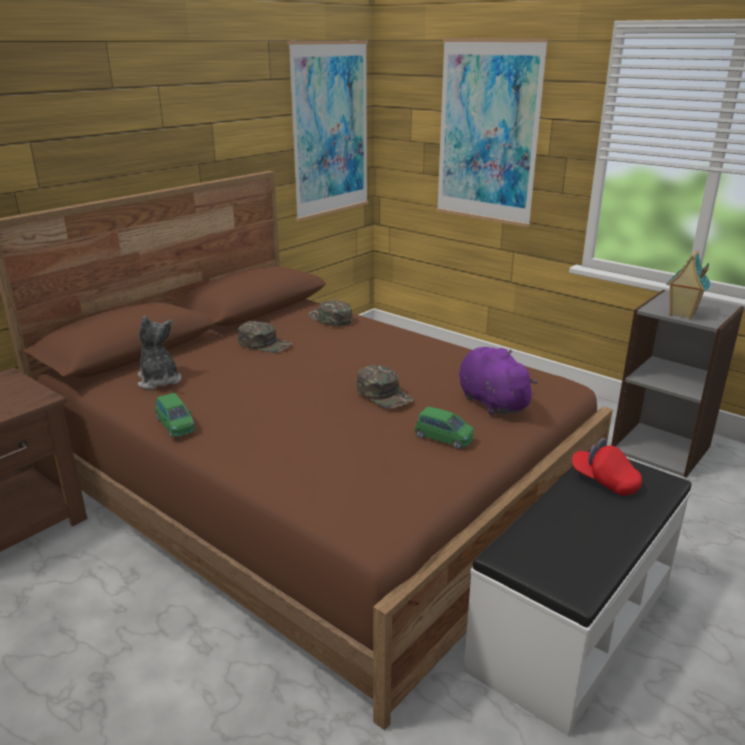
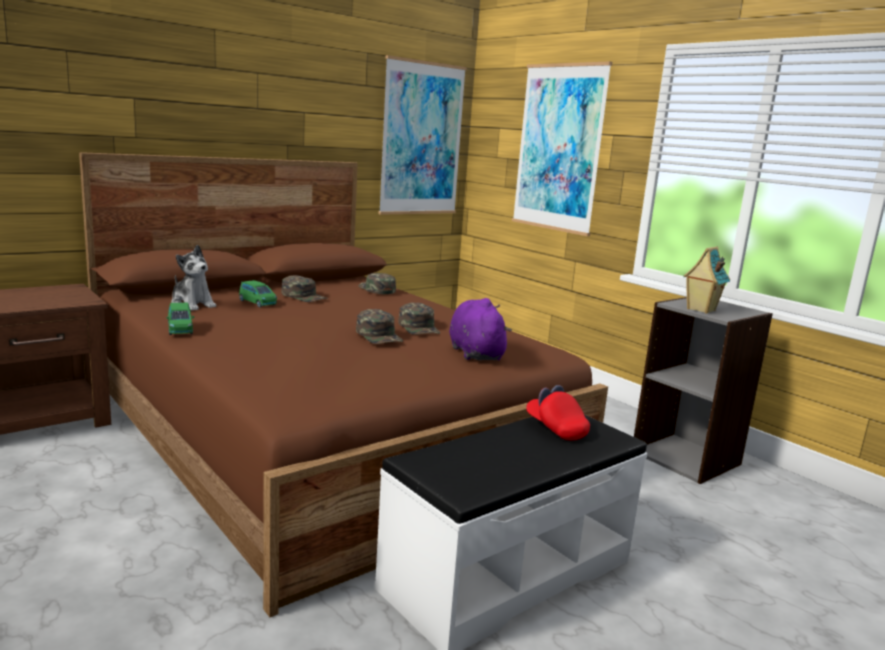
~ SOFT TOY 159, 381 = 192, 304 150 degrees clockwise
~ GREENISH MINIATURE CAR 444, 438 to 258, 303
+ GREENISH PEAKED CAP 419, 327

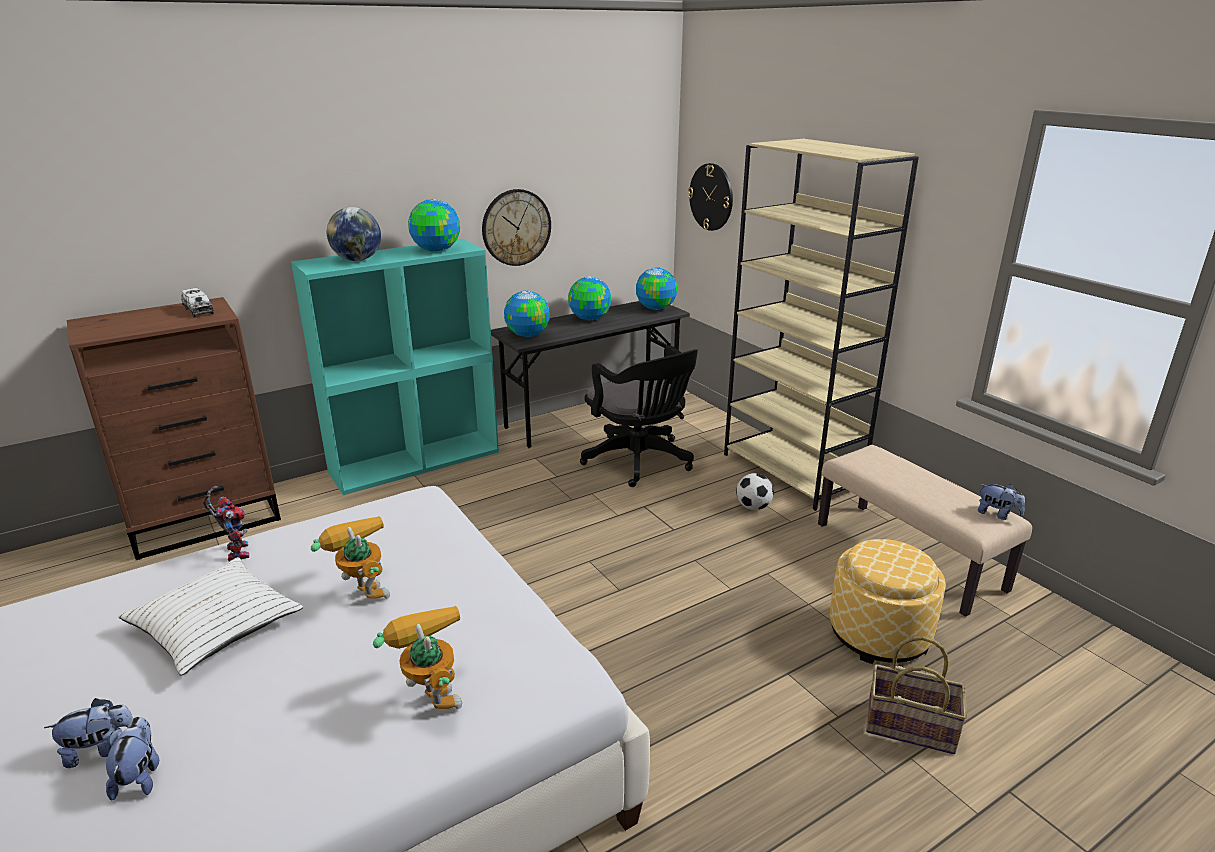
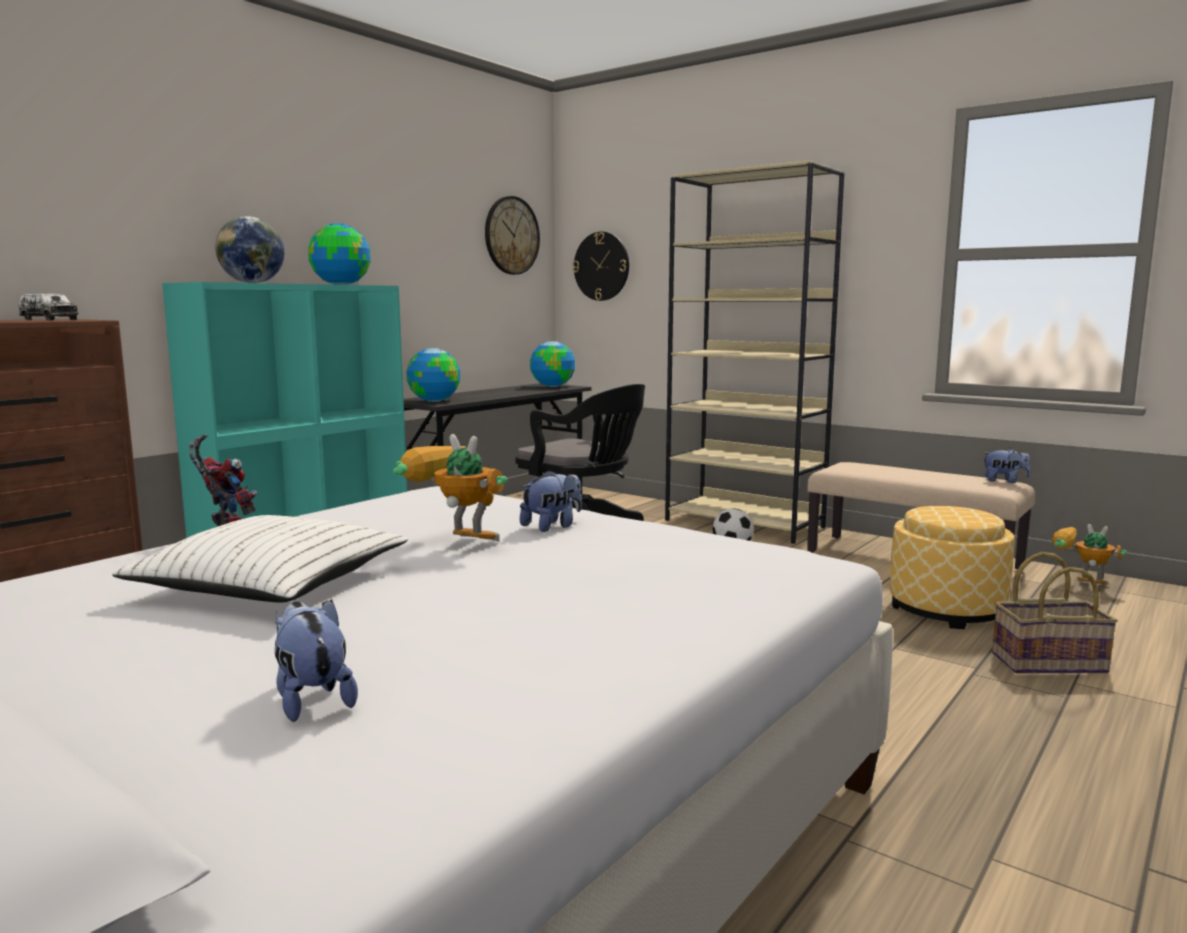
~ SOFT TOY 101, 750 to 552, 526
~ TOY ROBOT 429, 694 to 1078, 584
~ WALL CLOCK 516, 227 to 511, 235
- DESK GLOBE 590, 319

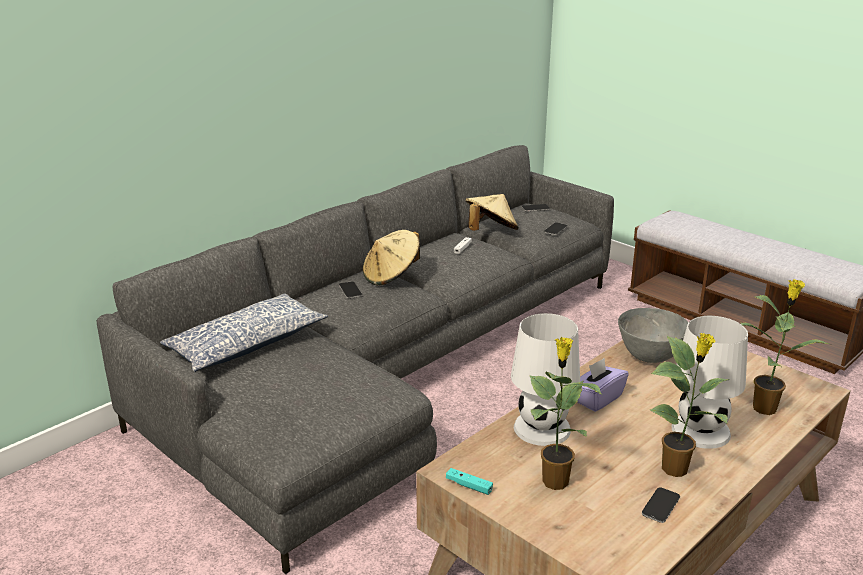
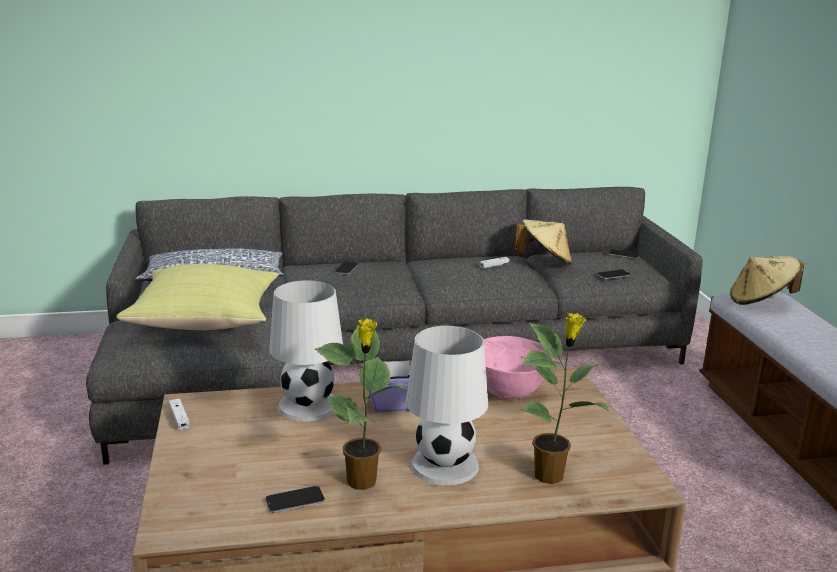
~ BEIGE-COLOURED WEARABLE HAT 391, 276 to 761, 301
~ TURQUOISE JOYPAD 469, 486 to WHITISH JOYPAD 179, 419
- HOUSEPLANT 555, 480
~ GRAY BOWL 649, 357 to PINK-COLOURED BOWL 509, 393
+ YELLOWISH CUSHION 207, 320

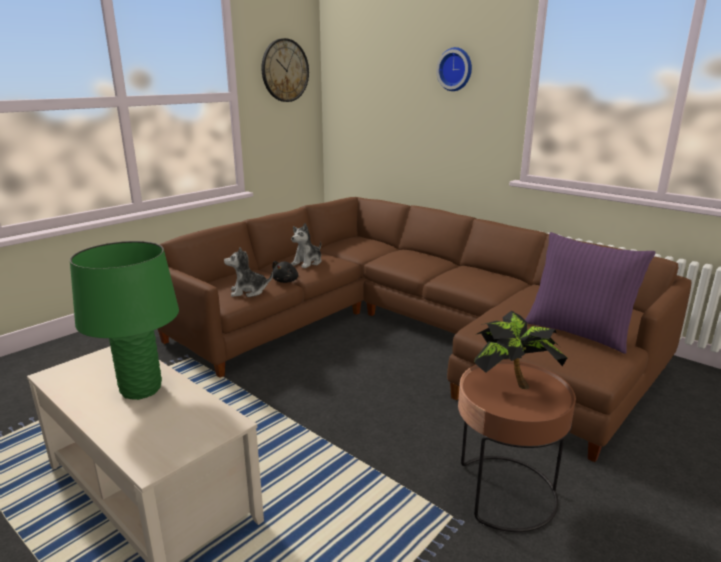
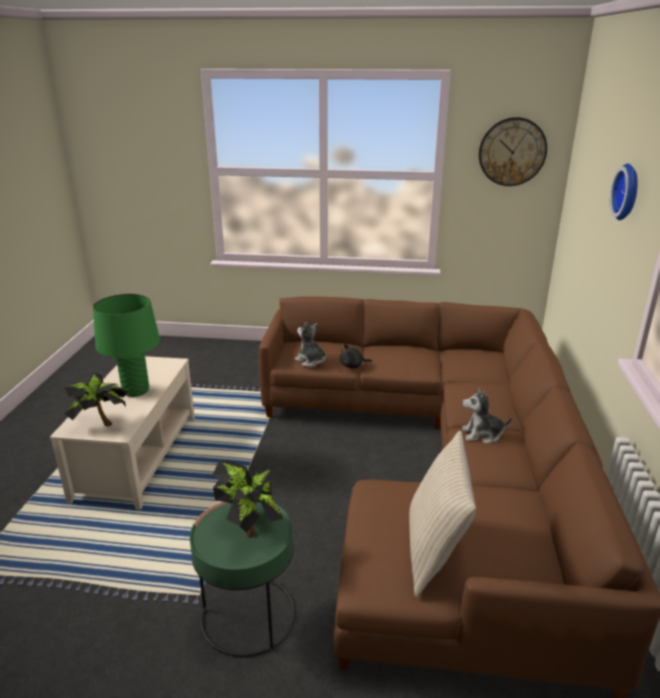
~ SOFT TOY 307, 262 to 482, 434
~ BROWN SIDE TABLE 504, 492 to GREENISH SIDE TABLE 248, 616
~ PURPLISH CUSHION 578, 332 to BEIGE-COLOURED CUSHION 435, 552
+ HOUSEPLANT 101, 423

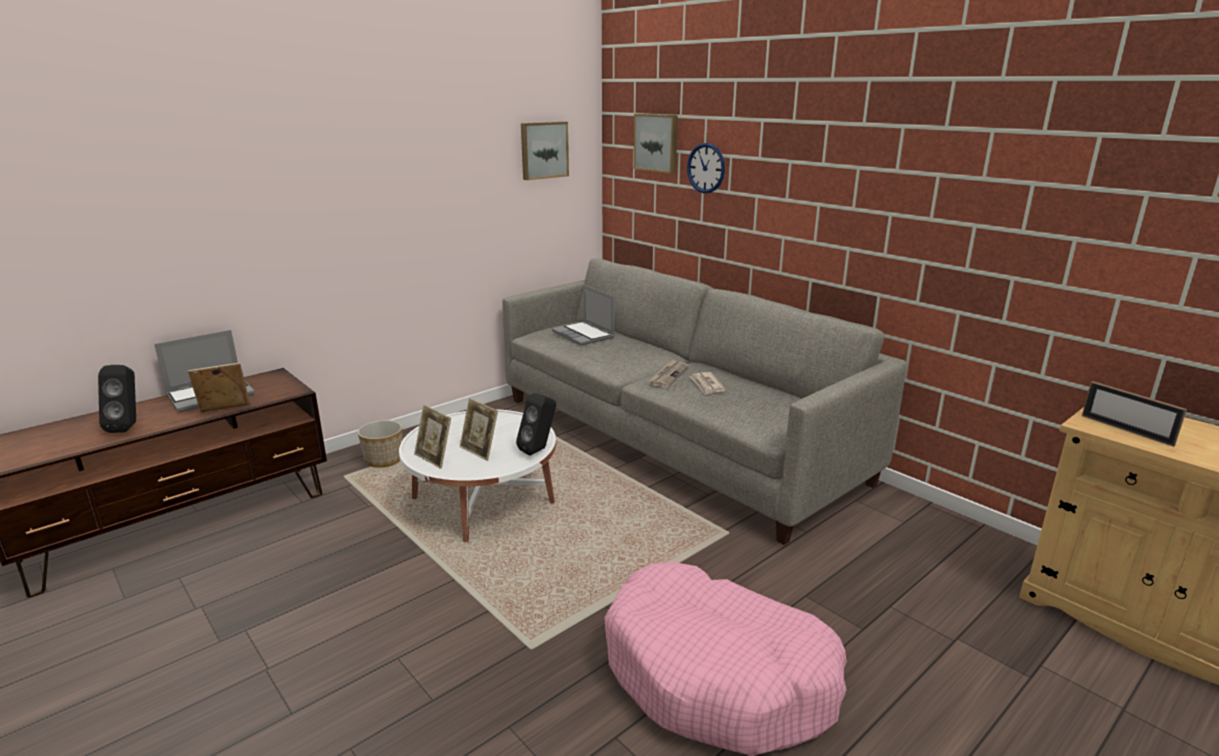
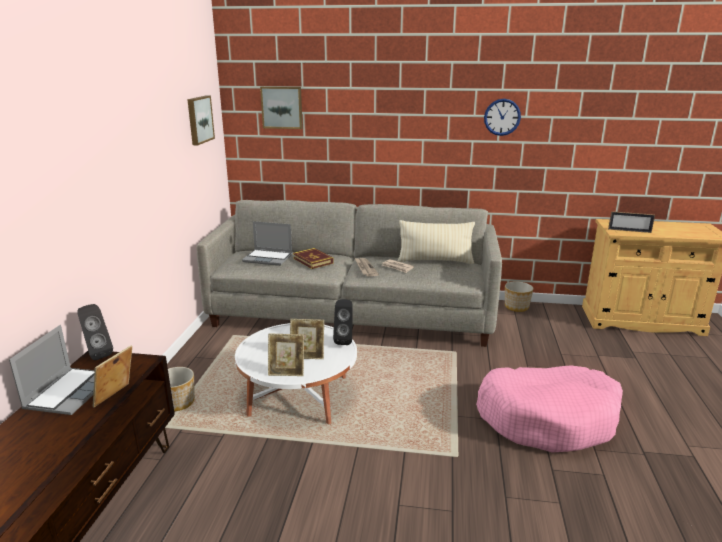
~ BLACKISH LOUDSPEAKER 129, 426 to 96, 354
~ WALL CLOCK 706, 168 to 502, 117
+ VOLUME 313, 261
+ BEIGE-COLOURED CUSHION 435, 261
+ PLANTER 516, 307

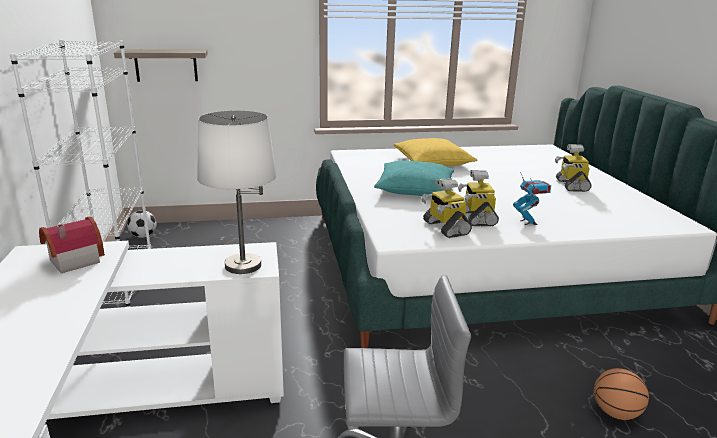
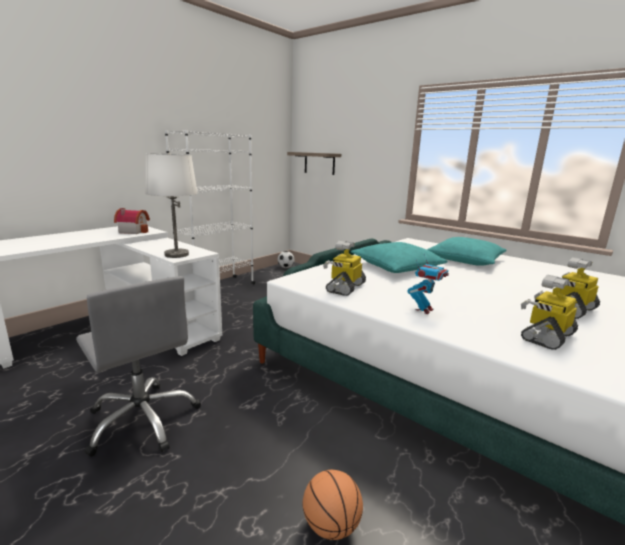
~ YELLOWISH CUSHION 432, 162 to TURQUOISE CUSHION 466, 259
~ TOY ROBOT 477, 217 to 546, 336

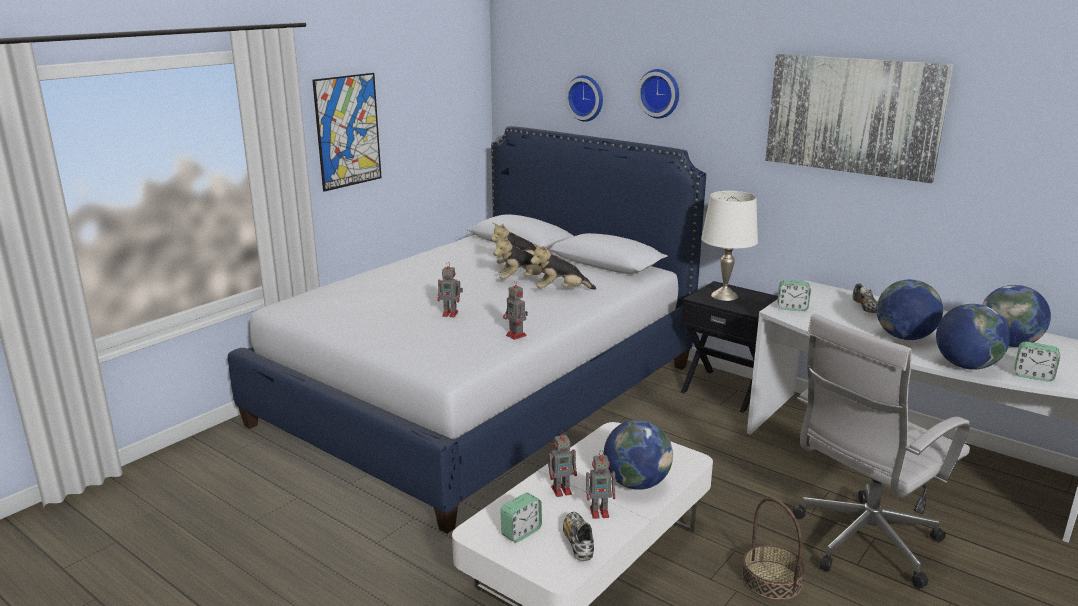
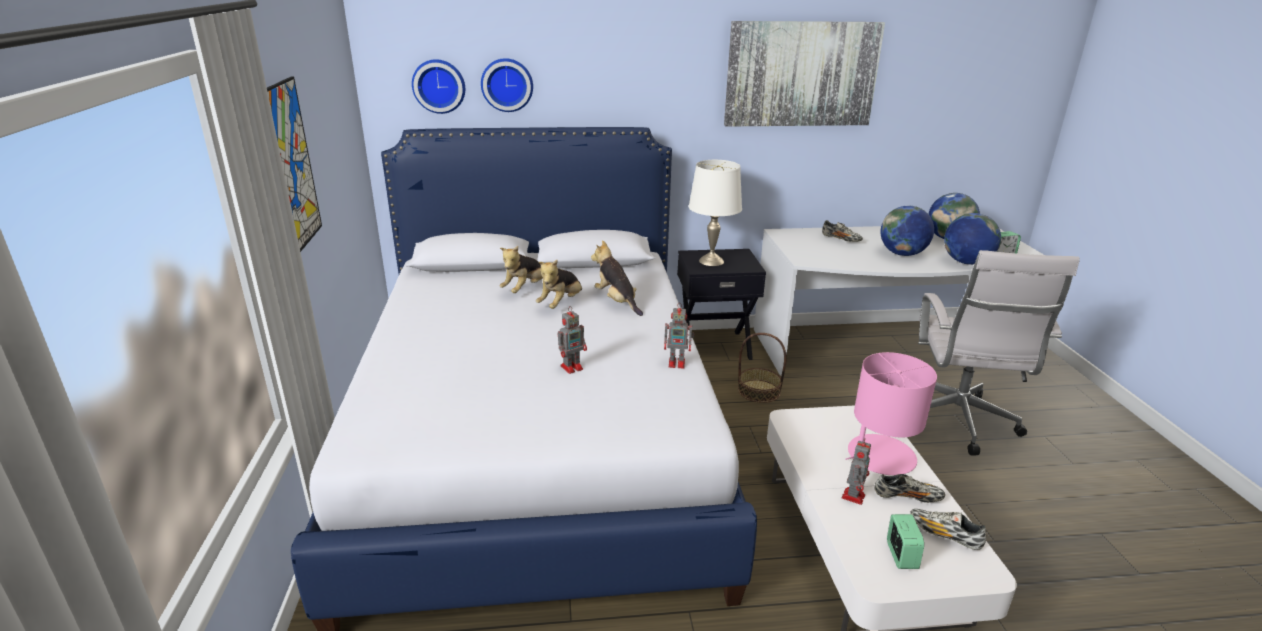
~ SOFT TOY 561, 291 = 617, 301 105 degrees clockwise
~ TOY ROBOT 600, 512 to SHOE 907, 497
~ DESK GLOBE 636, 483 to PINK-COLOURED TABLE LAMP 880, 456
~ WALL CLOCK 660, 93 to 439, 86
~ HOUSEHOLD BASKET 772, 580 to 759, 391
- TABLE CLOCK 792, 308

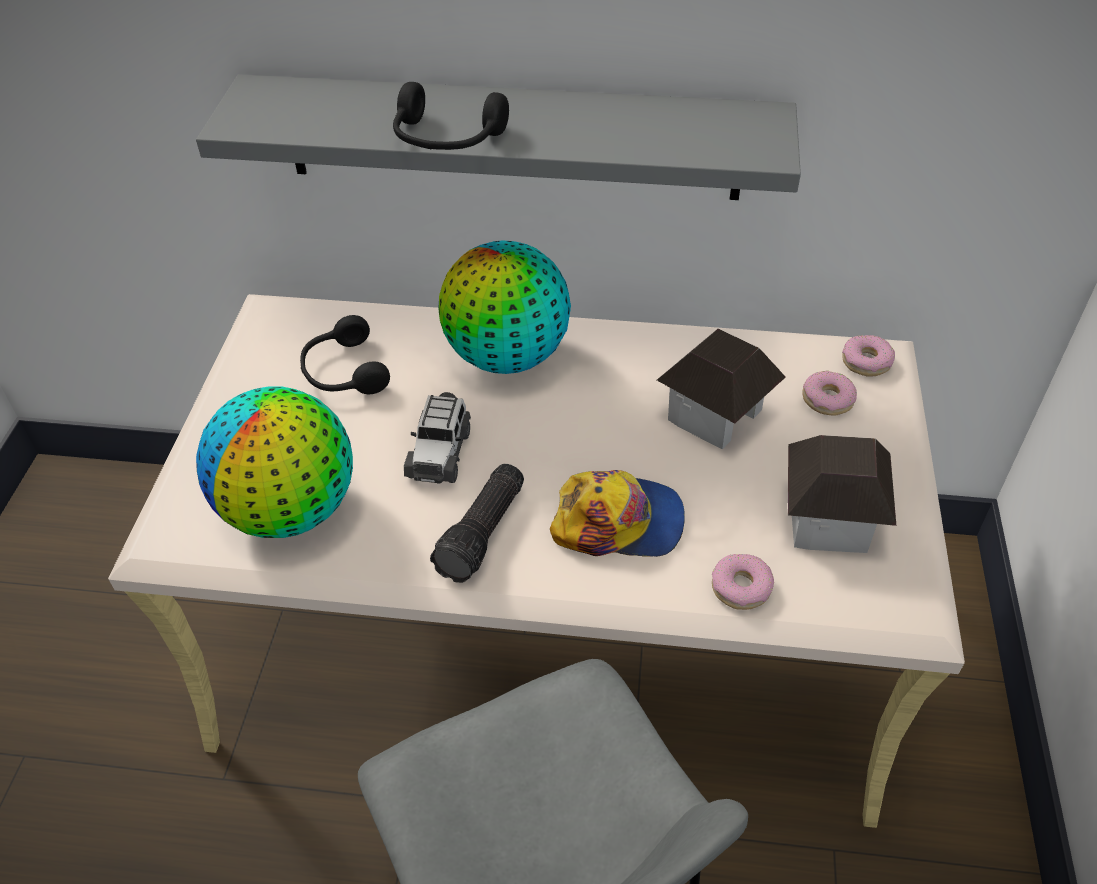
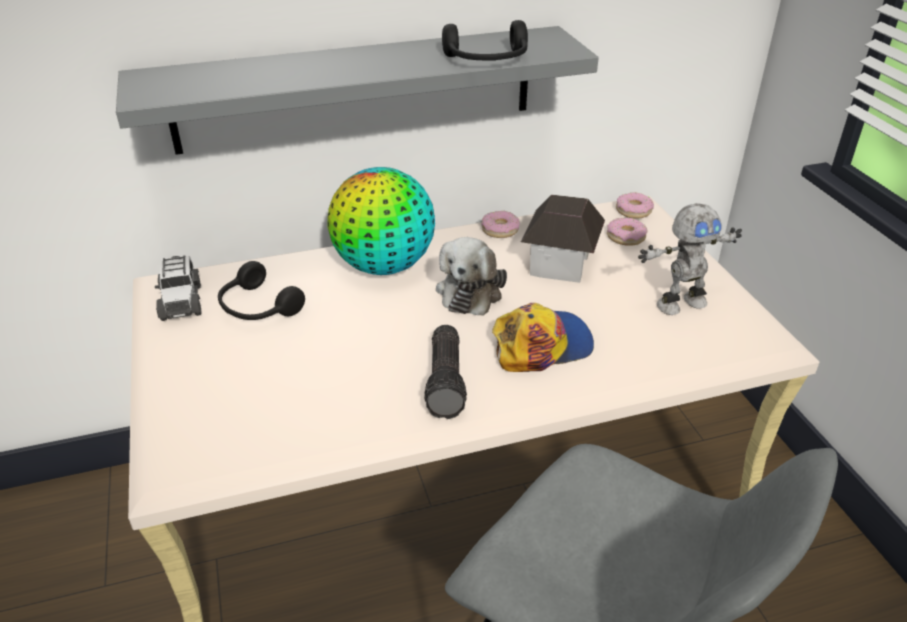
- DESK GLOBE 291, 510
~ BLACKISH HEADPHONES 446, 140 to 487, 60
~ MINIATURE CAR 440, 452 to 181, 301
~ DONUT 740, 587 to 500, 230
~ MINIATURE HOUSE 829, 519 to TOY ROBOT 680, 303
+ SOFT TOY 470, 291

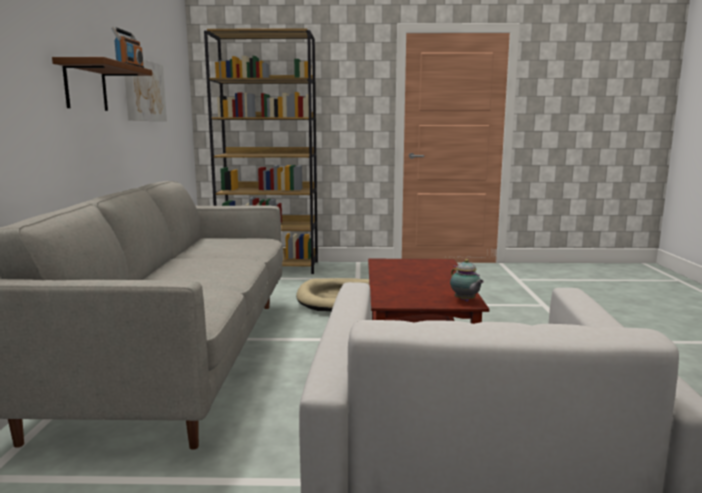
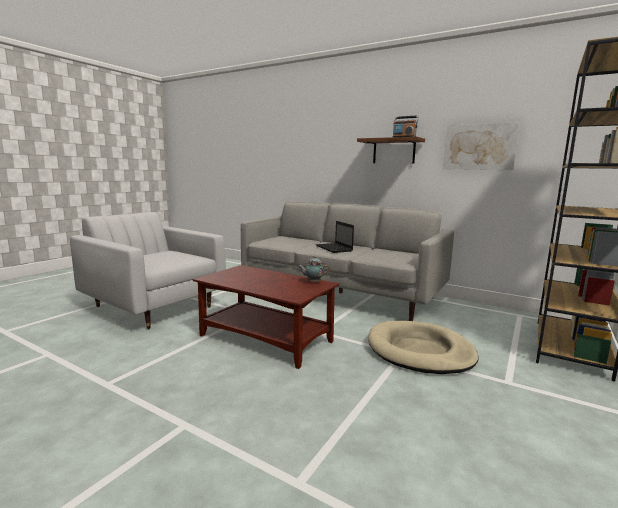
~ TEA POT 465, 301 to 313, 282
+ PORTABLE COMPUTER 334, 248

